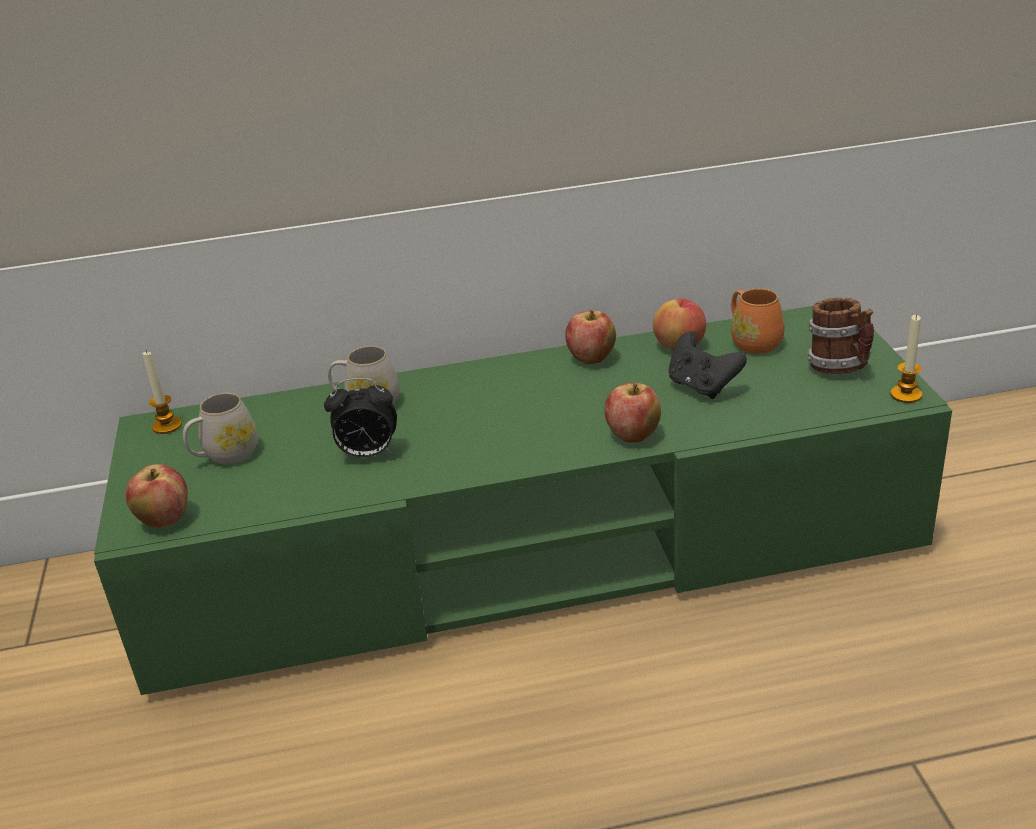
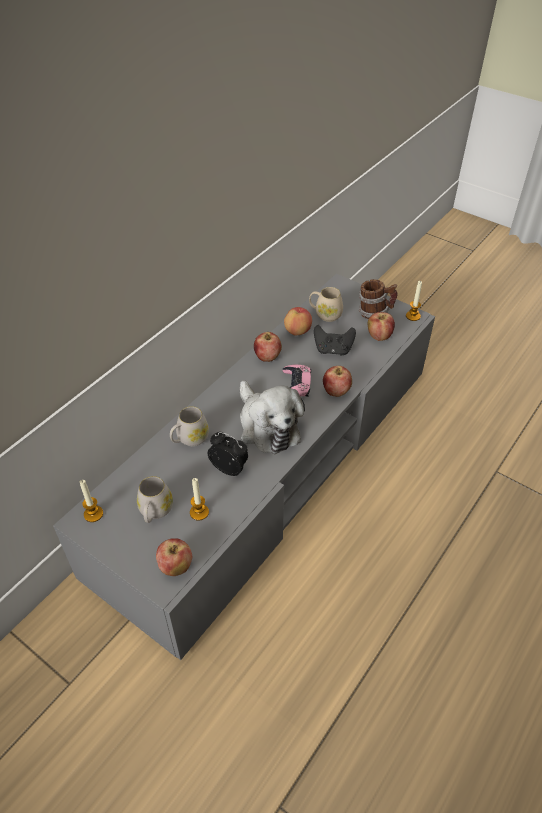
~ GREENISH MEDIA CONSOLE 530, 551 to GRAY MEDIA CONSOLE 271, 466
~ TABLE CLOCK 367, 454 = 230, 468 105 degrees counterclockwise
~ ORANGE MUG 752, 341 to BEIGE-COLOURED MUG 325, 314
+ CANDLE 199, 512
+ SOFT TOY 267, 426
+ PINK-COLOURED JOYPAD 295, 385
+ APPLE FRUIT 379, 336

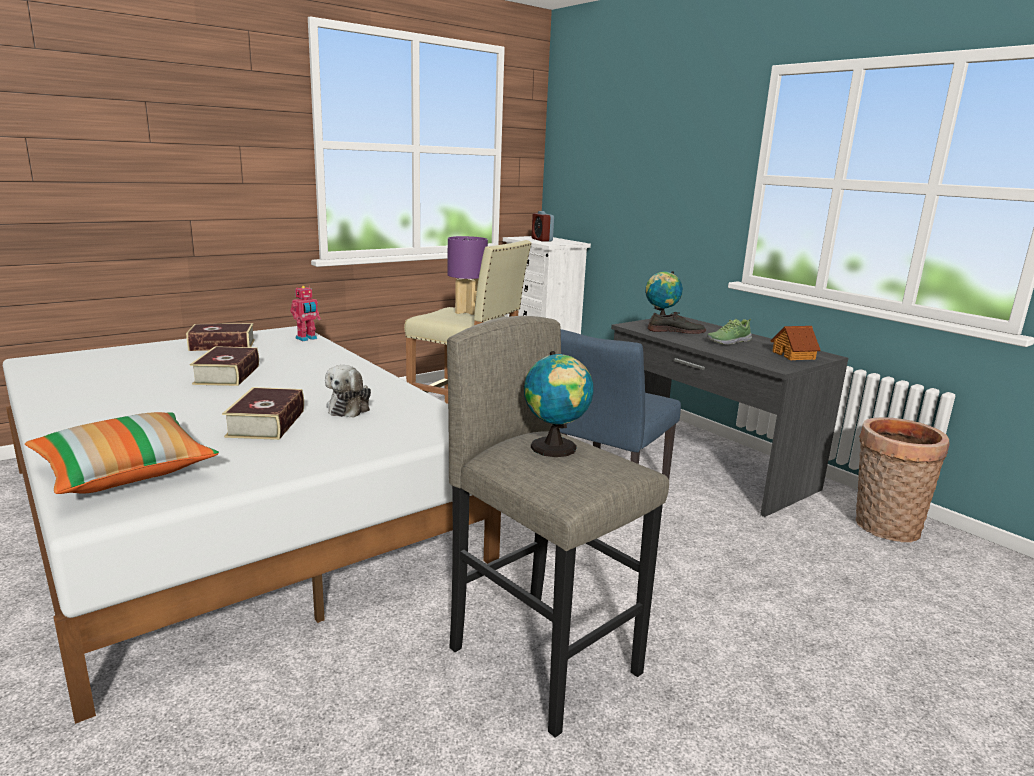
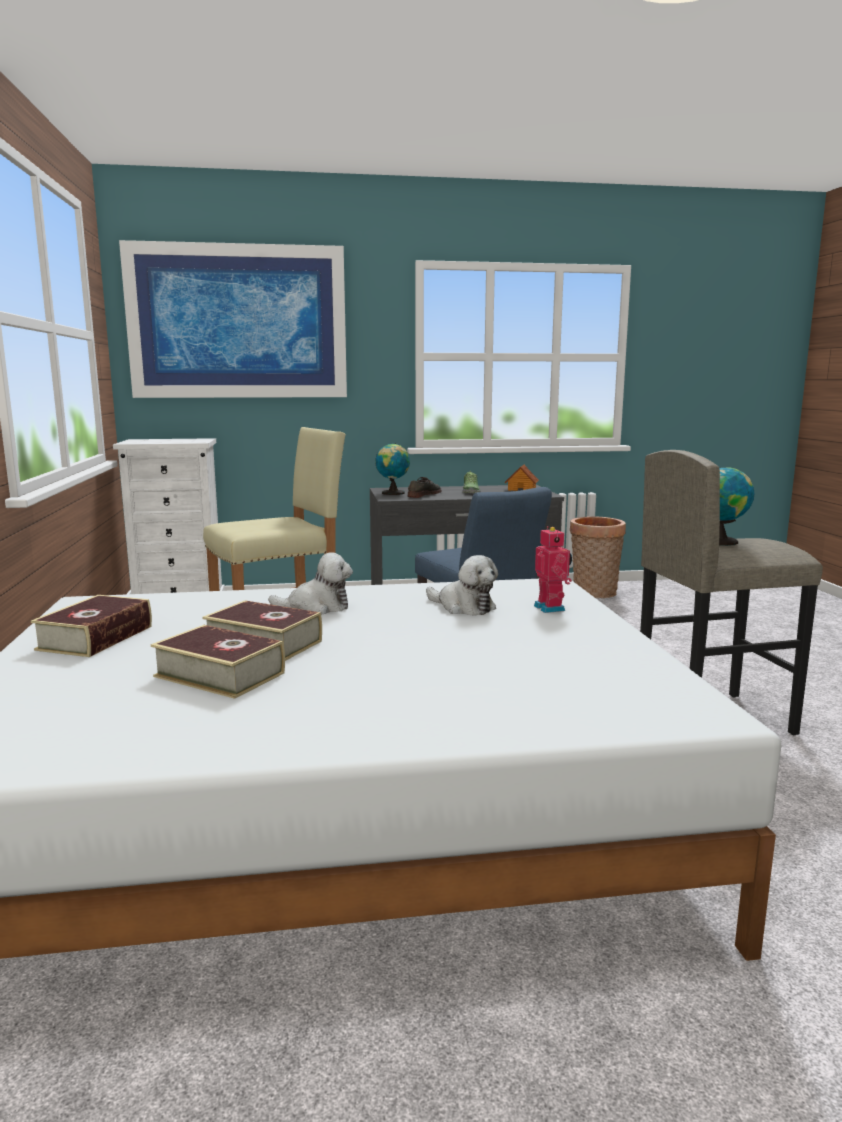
- CUSHION 125, 472
~ VOLUME 266, 423 to 219, 674
~ TOY ROBOT 307, 339 to 551, 608
- PURPLISH TABLE LAMP 466, 312
- TABLE CLOCK 542, 240
+ WALL ART 238, 322
+ SOFT TOY 317, 607

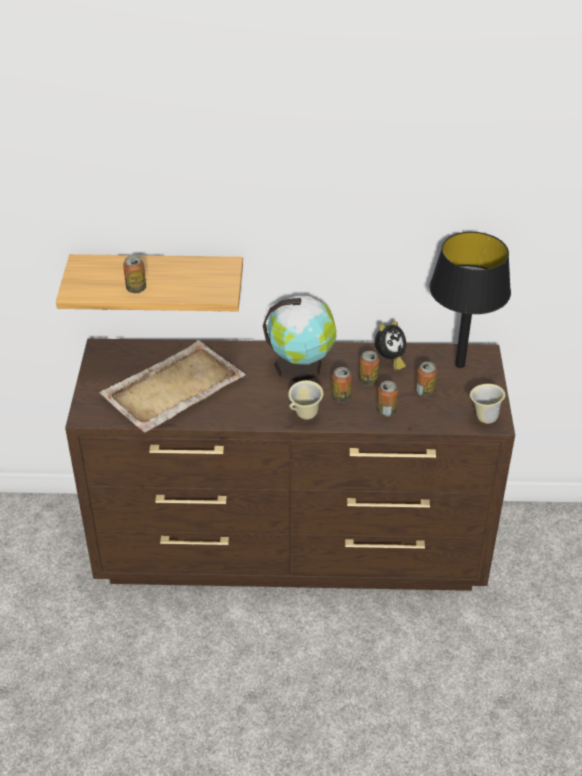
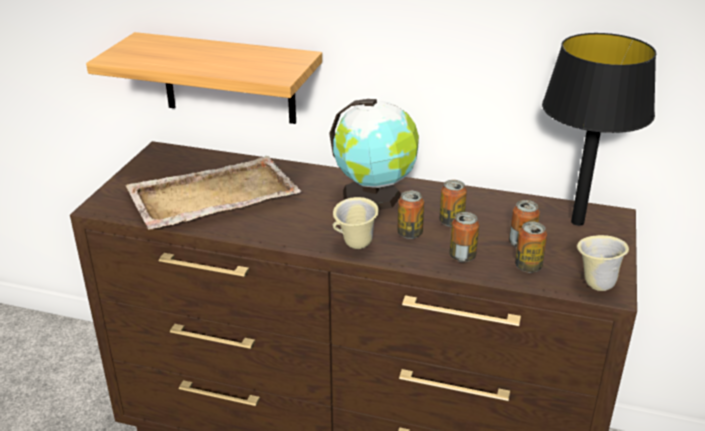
~ CAN 136, 288 to 528, 266
- TABLE CLOCK 389, 360

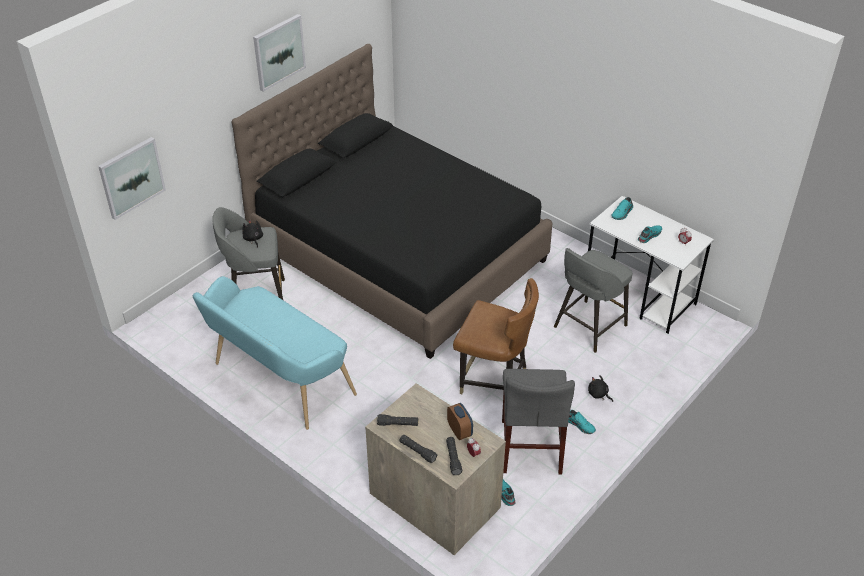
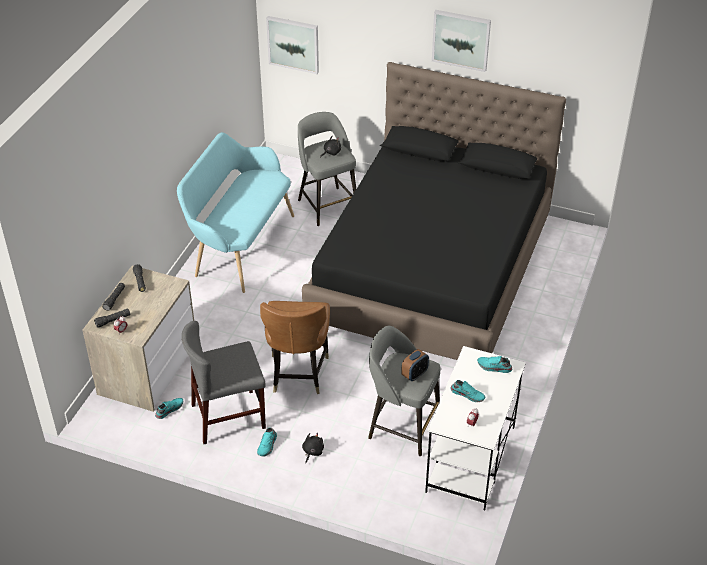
~ TABLE CLOCK 459, 431 to 414, 374

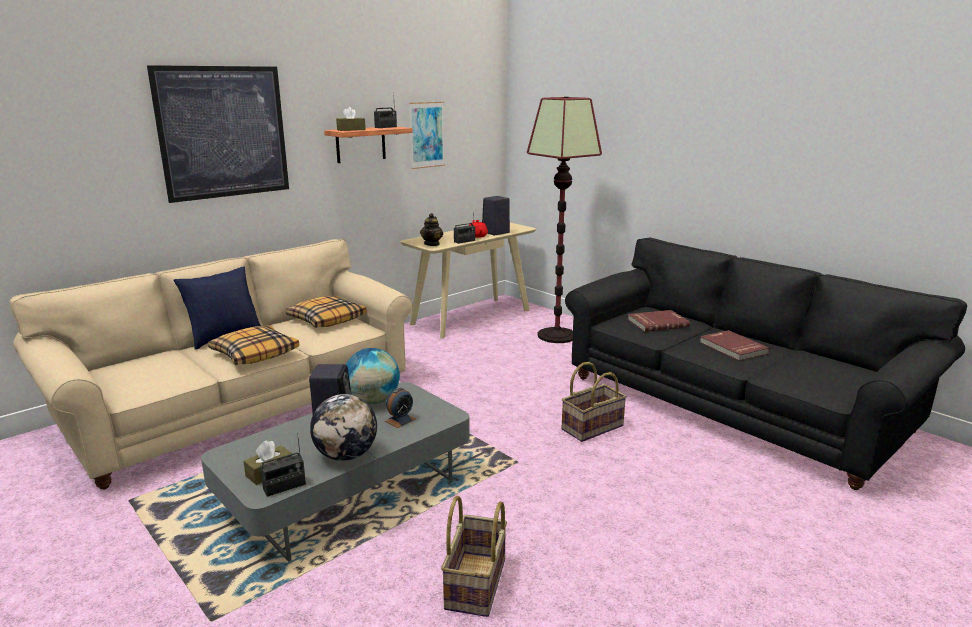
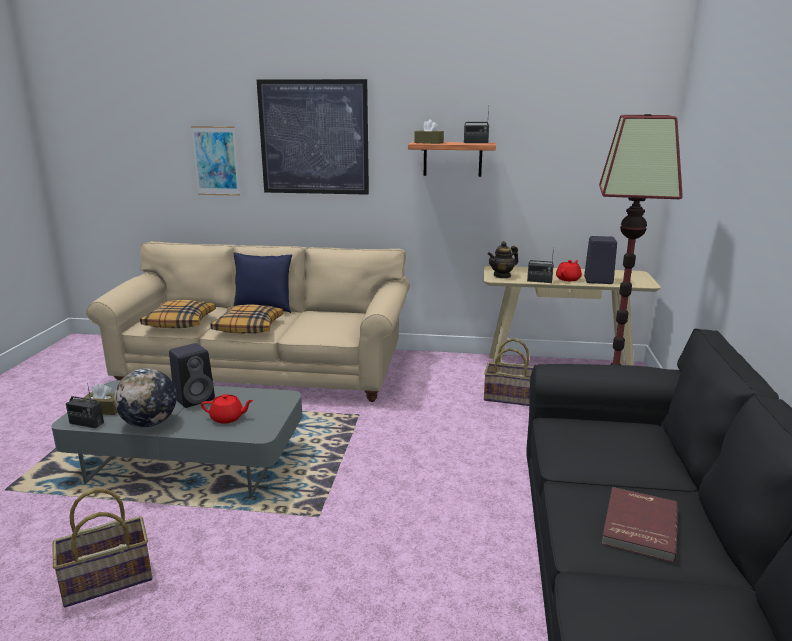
~ CUSHION 326, 320 to 180, 322
- DESK GLOBE 372, 401
~ TABLE CLOCK 400, 420 to RED-COLOURED TEA POT 228, 418
~ WALL ART 427, 135 to 216, 161
~ HOUSEHOLD BASKET 592, 427 to 510, 397
- RED-COLOURED VOLUME 657, 323

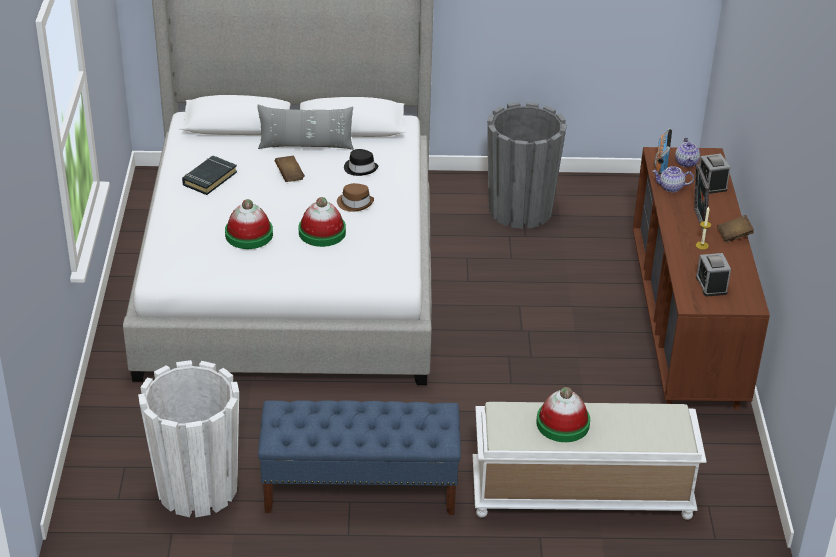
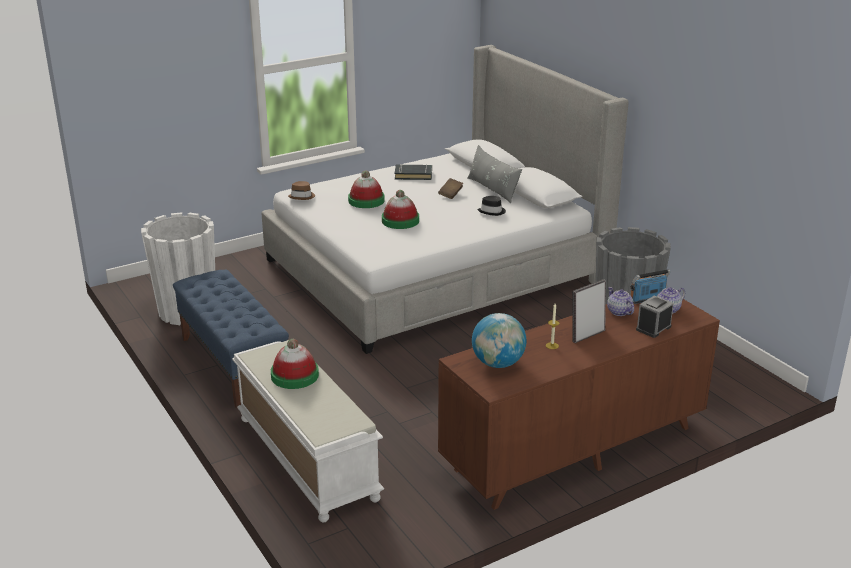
~ BROWN WEARABLE HAT 355, 203 to 302, 196
~ TABLE CLOCK 711, 285 to DESK GLOBE 498, 363
- BROWN VOLUME 734, 235

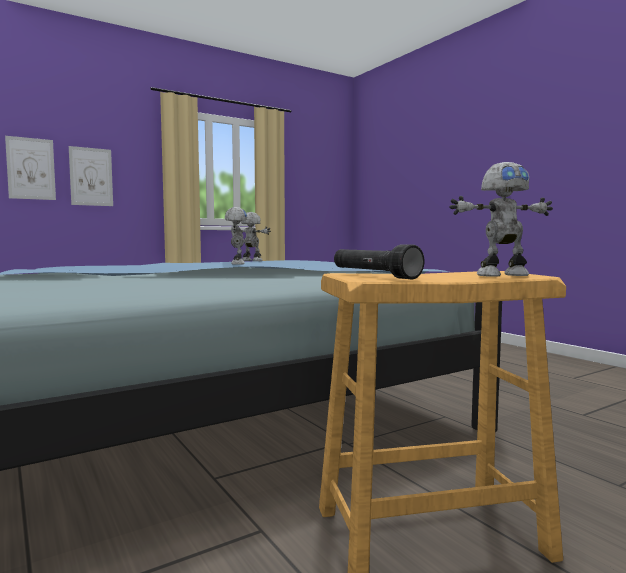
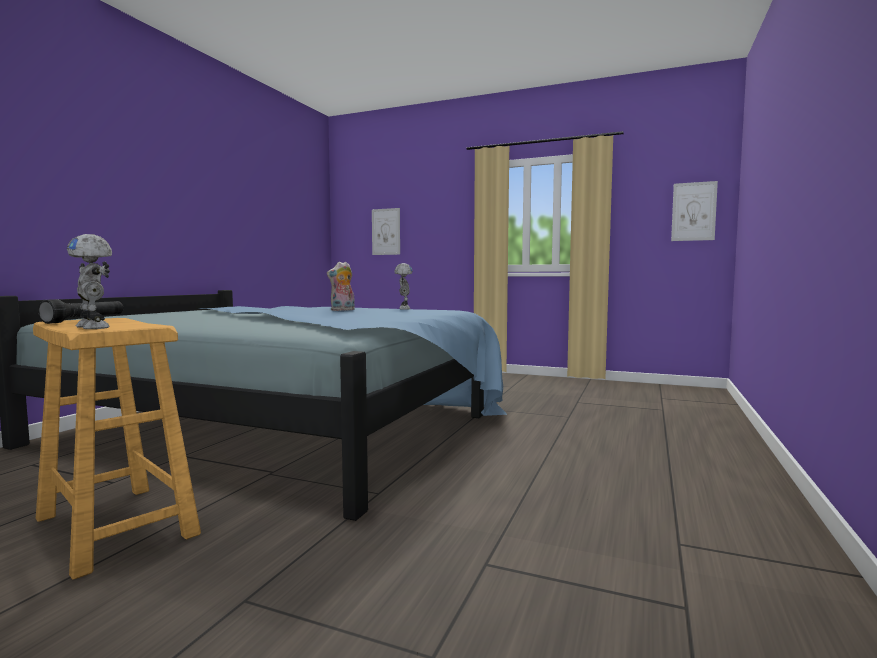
~ WALL ART 91, 177 to 693, 211
~ TOY ROBOT 236, 263 to SOFT TOY 342, 310

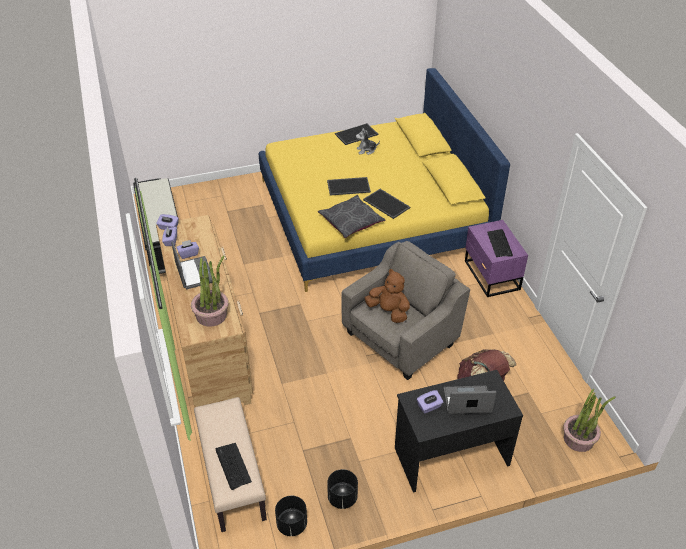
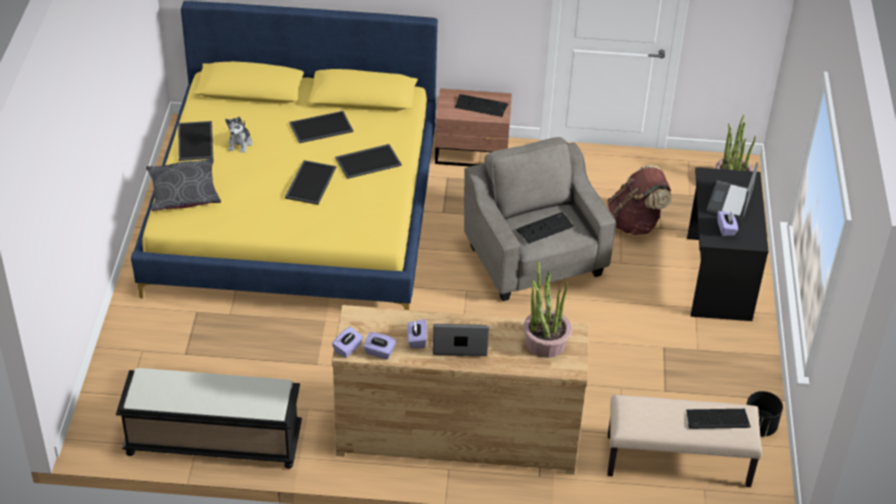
~ GRAY CUSHION 351, 221 to 184, 192
- BLACKISH PLANTER 342, 498
~ BROWN SOFT TOY 389, 311 to COMPUTER KEYBOARD 545, 228
~ PURPLISH NIGHT TABLE 491, 276 to BROWN NIGHT TABLE 473, 153
+ TRAY 321, 128

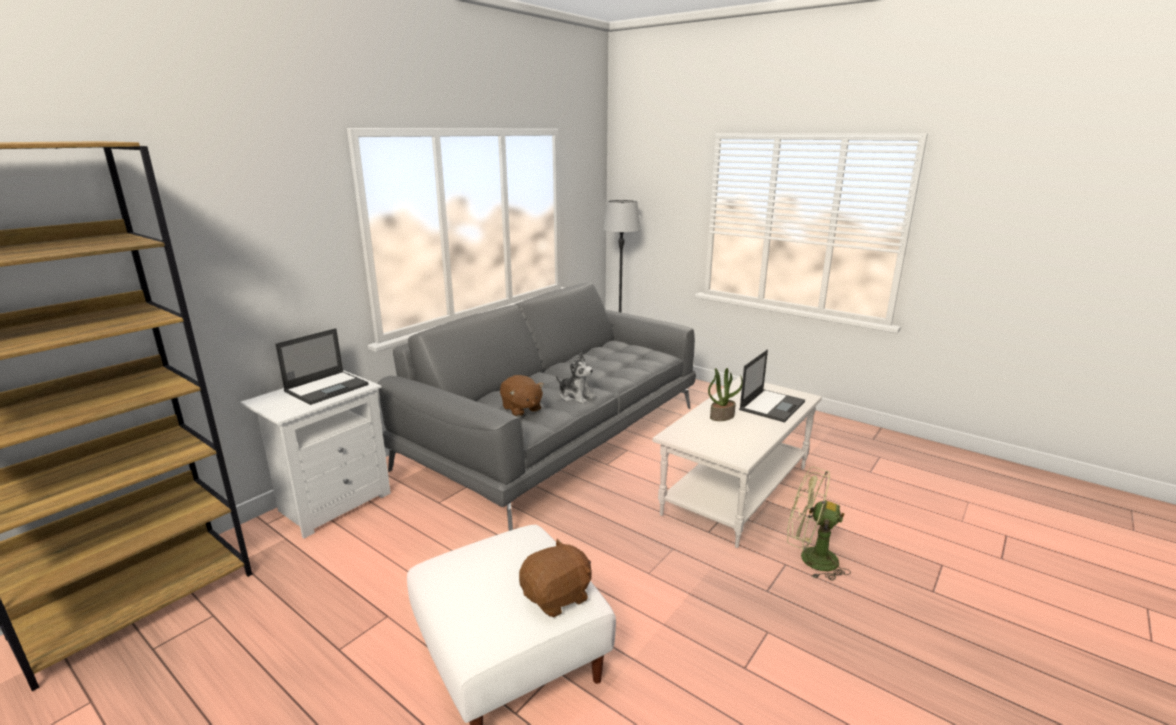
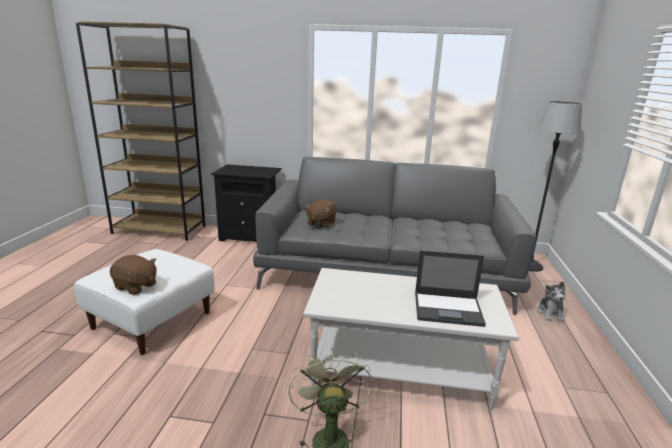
~ WHITISH NIGHT TABLE 332, 503 to BLACKISH NIGHT TABLE 250, 236
- PORTABLE COMPUTER 327, 387
~ SOFT TOY 575, 396 to 550, 313
- HOUSEPLANT 722, 416

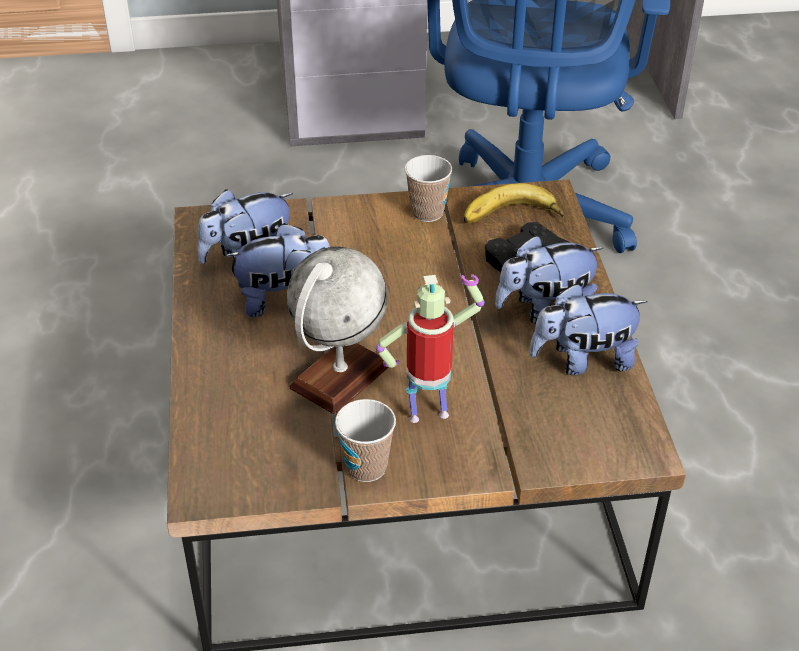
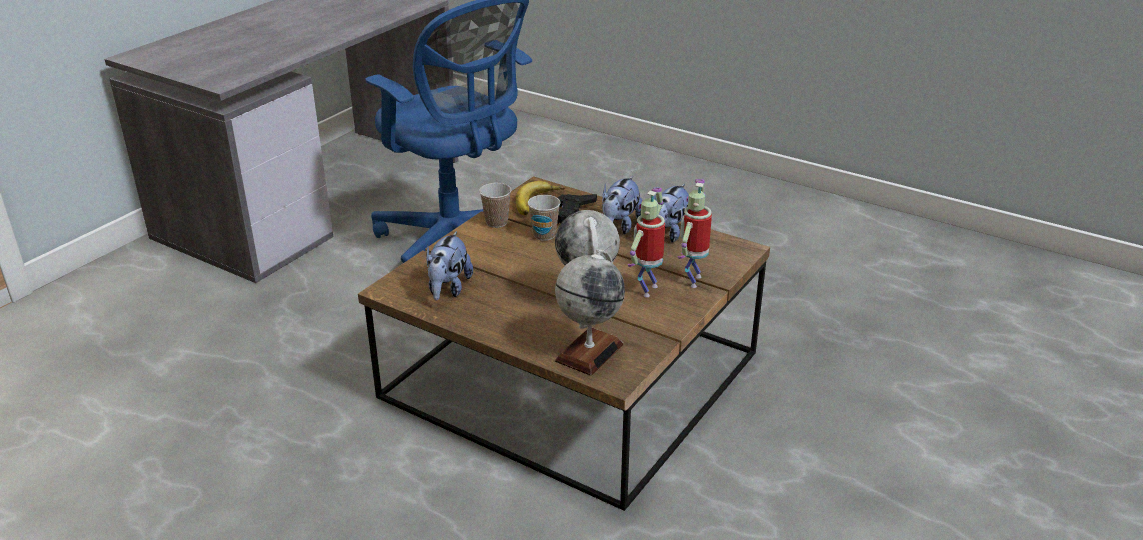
- SOFT TOY 284, 299
~ DRINKING CUP 366, 467 to 544, 235
+ DESK GLOBE 589, 352
+ TOY ROBOT 692, 280

